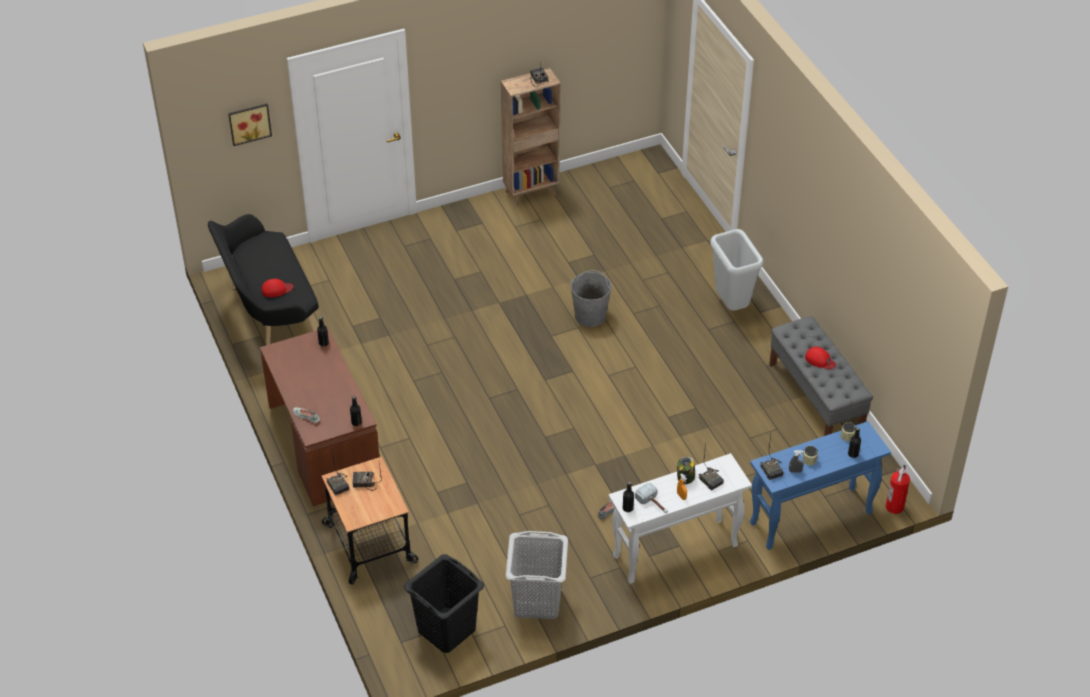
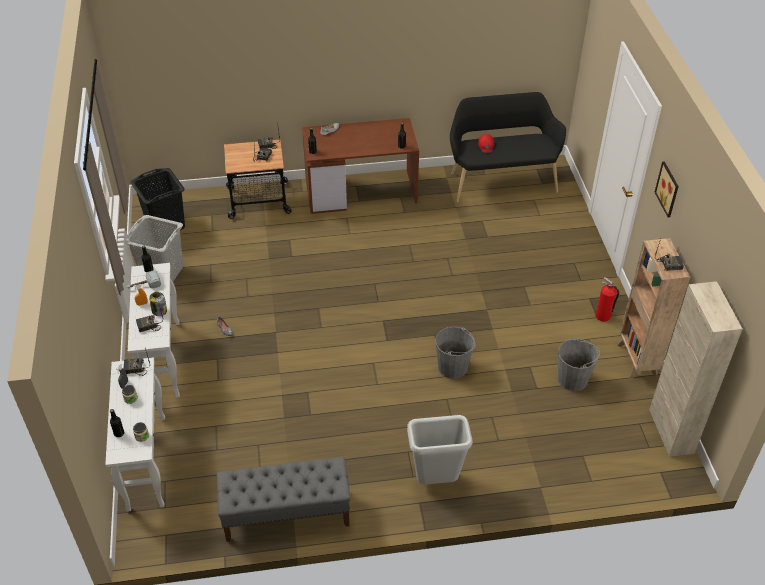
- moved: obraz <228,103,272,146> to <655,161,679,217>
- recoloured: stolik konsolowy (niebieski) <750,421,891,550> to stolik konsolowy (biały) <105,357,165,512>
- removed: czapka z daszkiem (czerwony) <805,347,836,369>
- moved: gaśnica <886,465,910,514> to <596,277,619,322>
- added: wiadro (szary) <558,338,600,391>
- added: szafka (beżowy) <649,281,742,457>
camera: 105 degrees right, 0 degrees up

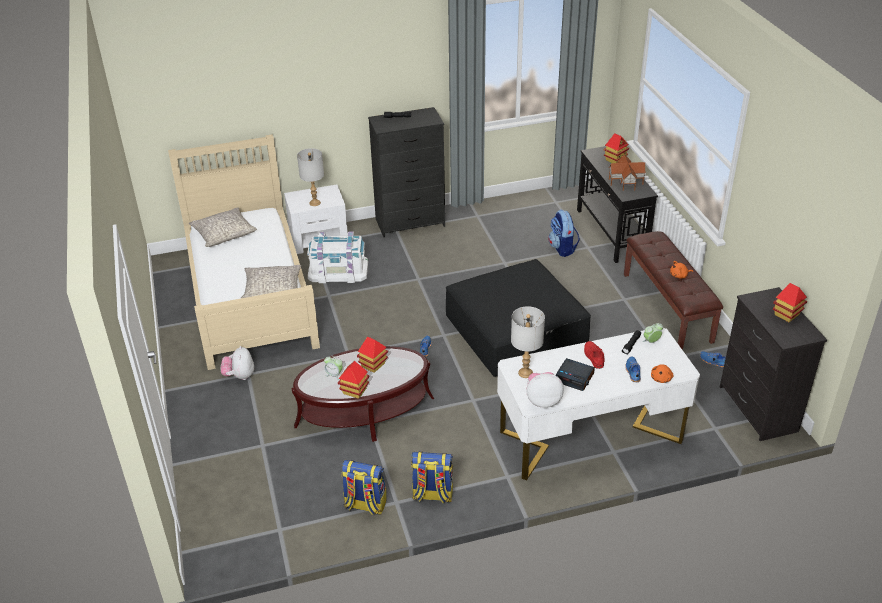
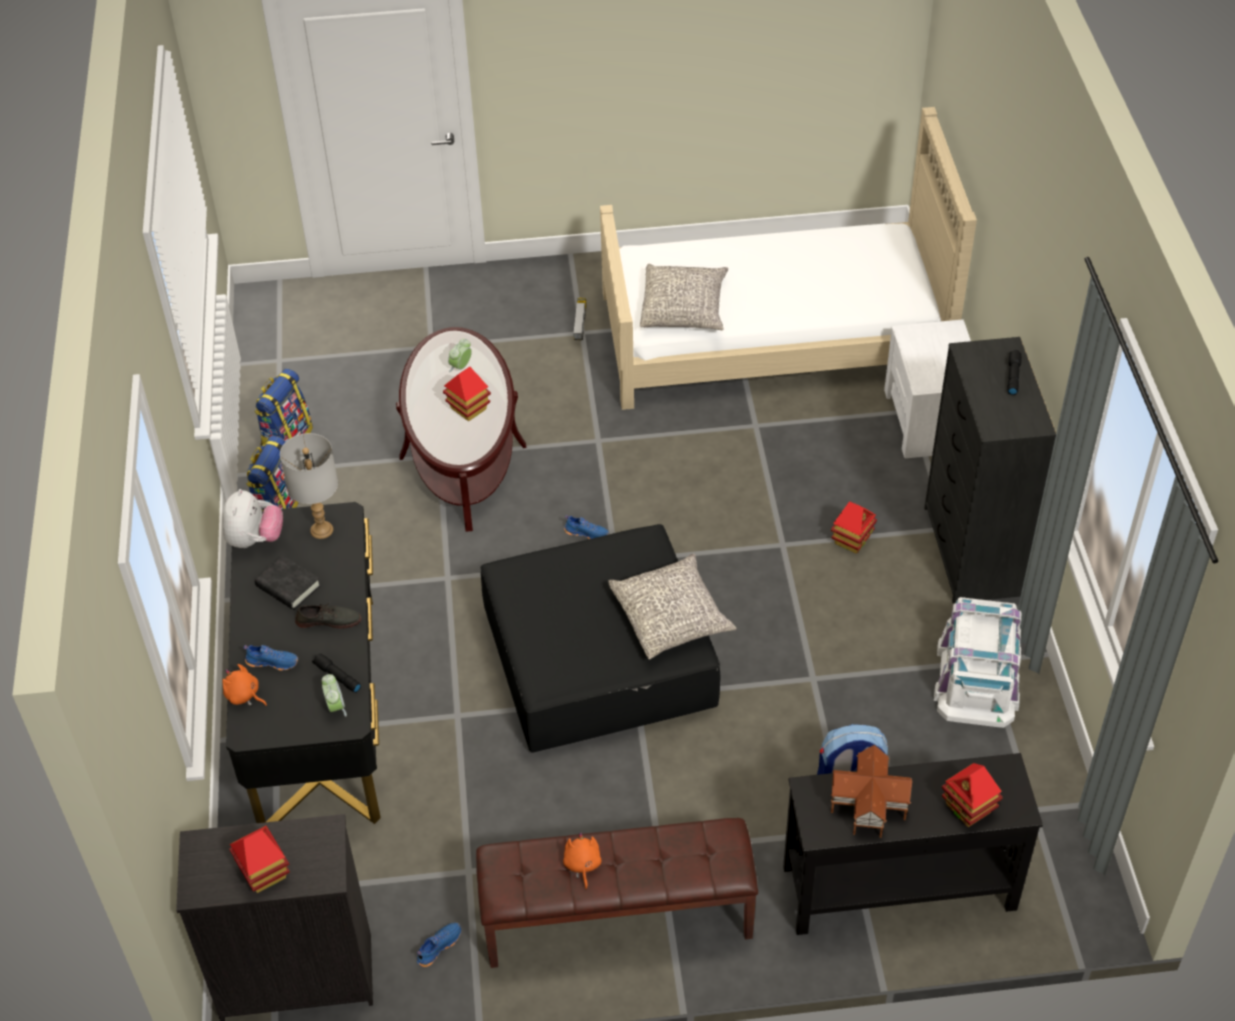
- moved: poduszka (szary) <189,207,257,247> to <608,554,737,660>
- replaced: pluszak <221,346,254,380> to ciężarówka zabawkowa <573,298,586,340>
- removed: lampa stołowa (szary) <297,148,324,206>
- moved: pojemnik do przechowywania (biały) <307,231,368,283> to <934,597,1021,728>
- moved: domek <338,361,370,399> to <831,501,877,554>
- recoloured: biurko (biały) <497,328,700,481> to biurko (czarny) <226,502,381,824>
- replaced: budzik <556,358,595,391> to książka (czarny) <255,555,321,610>
- recoloured: but (czerwony) <584,341,605,369> to but (szary) <295,602,361,629>
camera: 100 degrees right, 10 degrees up

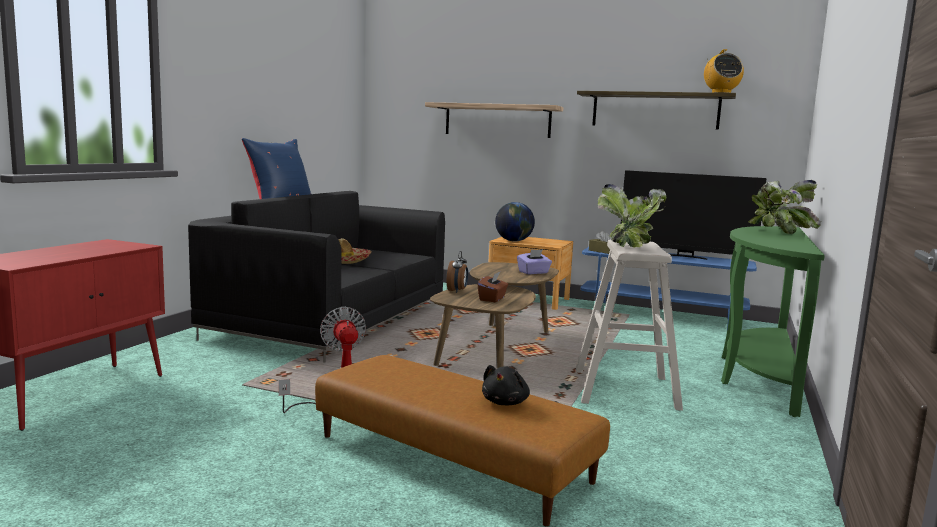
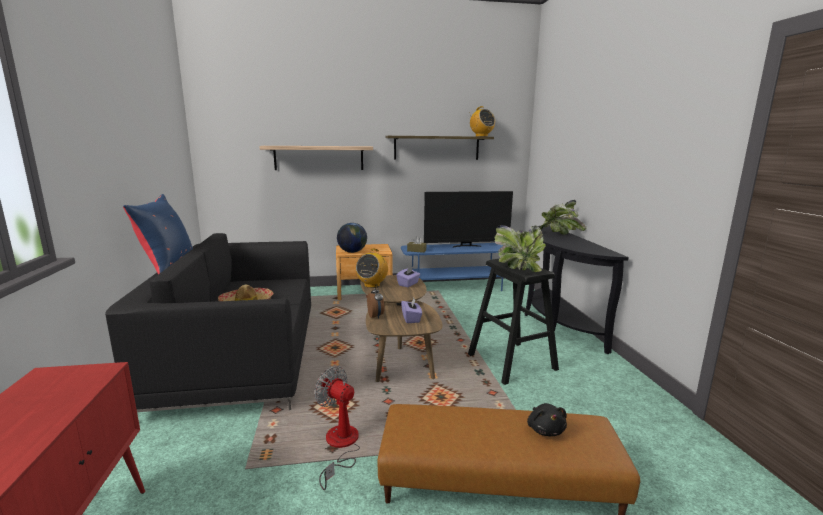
- recoloured: pudełko chusteczek (brązowy) <478,272,508,302> to pudełko chusteczek (fioletowy) <401,298,422,323>
- recoloured: stołek (beżowy) <575,240,683,411> to stołek (czarny) <468,259,559,385>
- recoloured: stolik konsolowy (zielony) <721,226,825,417> to stolik konsolowy (czarny) <525,225,628,354>
- added: radio <356,249,388,288>
camera: 30 degrees left, 5 degrees up

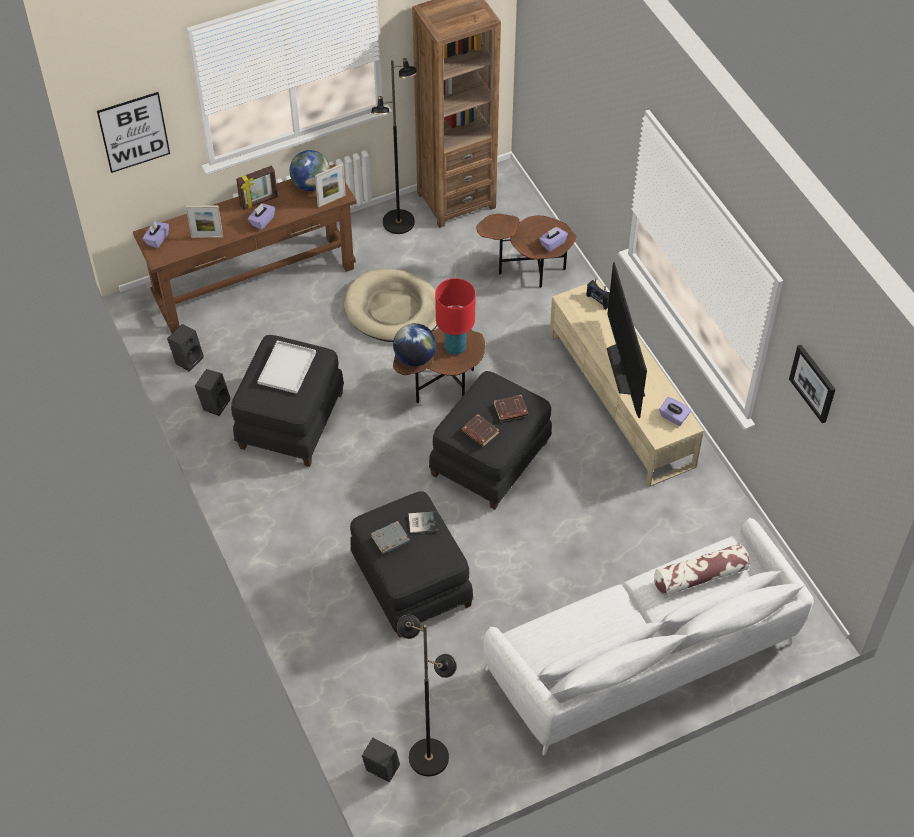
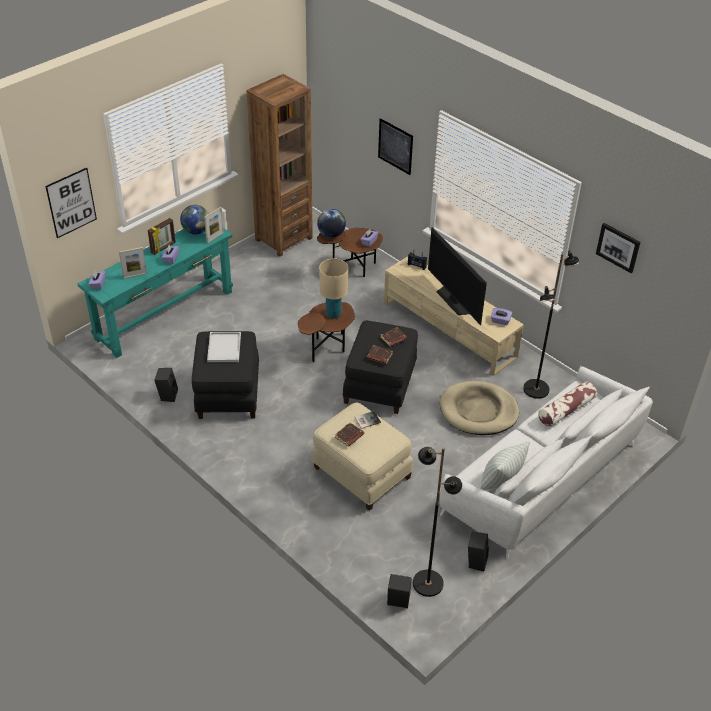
- recoloured: stolik konsolowy (brązowy) <133,164,357,333> to stolik konsolowy (turkusowy) <78,228,233,358>
- moved: głośnik (czarny) <167,324,204,372> to <468,531,489,571>
- moved: legowisko (beżowy) <344,269,437,342> to <440,381,519,435>
- recoloured: pufa (czarny) <350,492,473,637> to pufa (beżowy) <311,402,413,511>
- moved: lampa stojąca (czarny) <371,58,417,234> to <523,250,580,399>
- recoloured: książka (szary) <371,521,410,554> to książka (brązowy) <335,423,364,447>
- moved: globus <393,323,436,366> to <317,209,346,238>
- recoloured: lampa stołowa (czerwony) <435,278,476,355> to lampa stołowa (beżowy) <319,258,348,319>
- added: obraz <378,118,413,175>
- added: poduszka <480,441,530,490>
camera: 20 degrees left, 10 degrees down

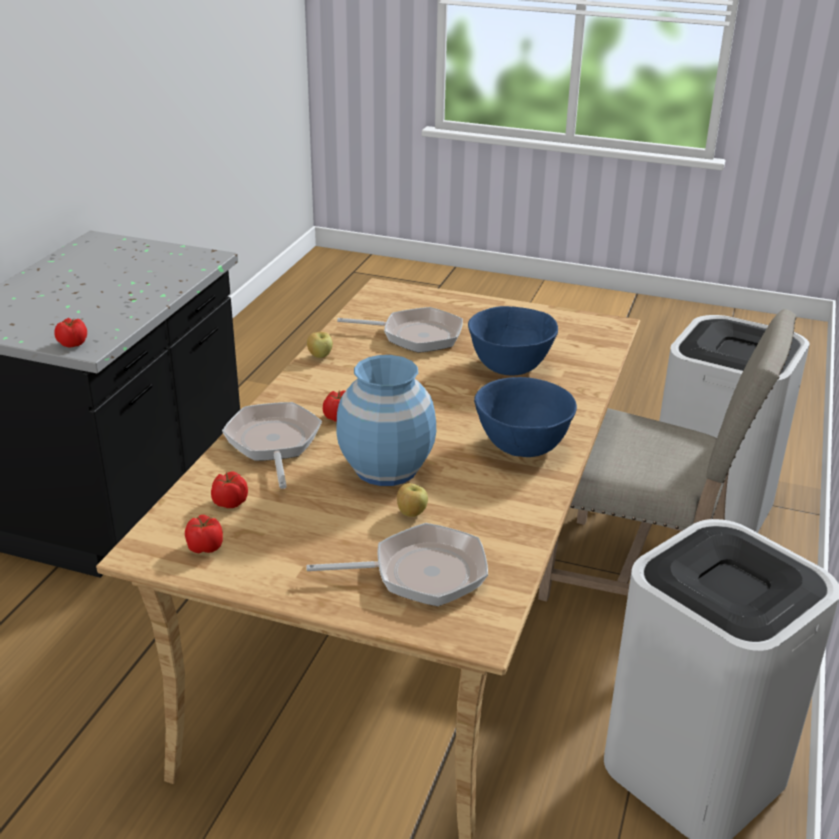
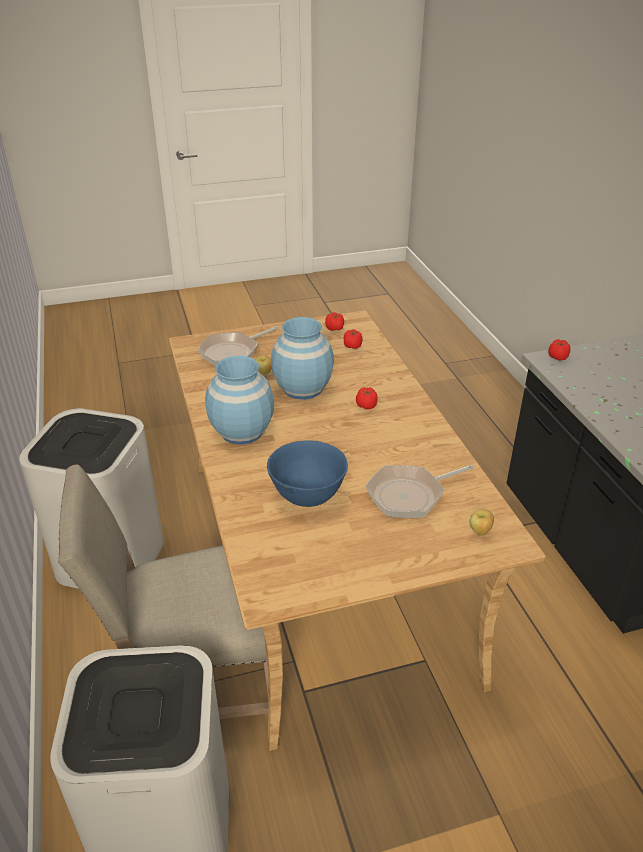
- removed: patelnia <222,402,322,489>
- moved: jabłko <307,332,333,358> to <470,509,494,536>
- replaced: miska (niebieski) <474,377,577,457> to wazon (niebieski) <205,356,274,445>
camera: 145 degrees right, 5 degrees up

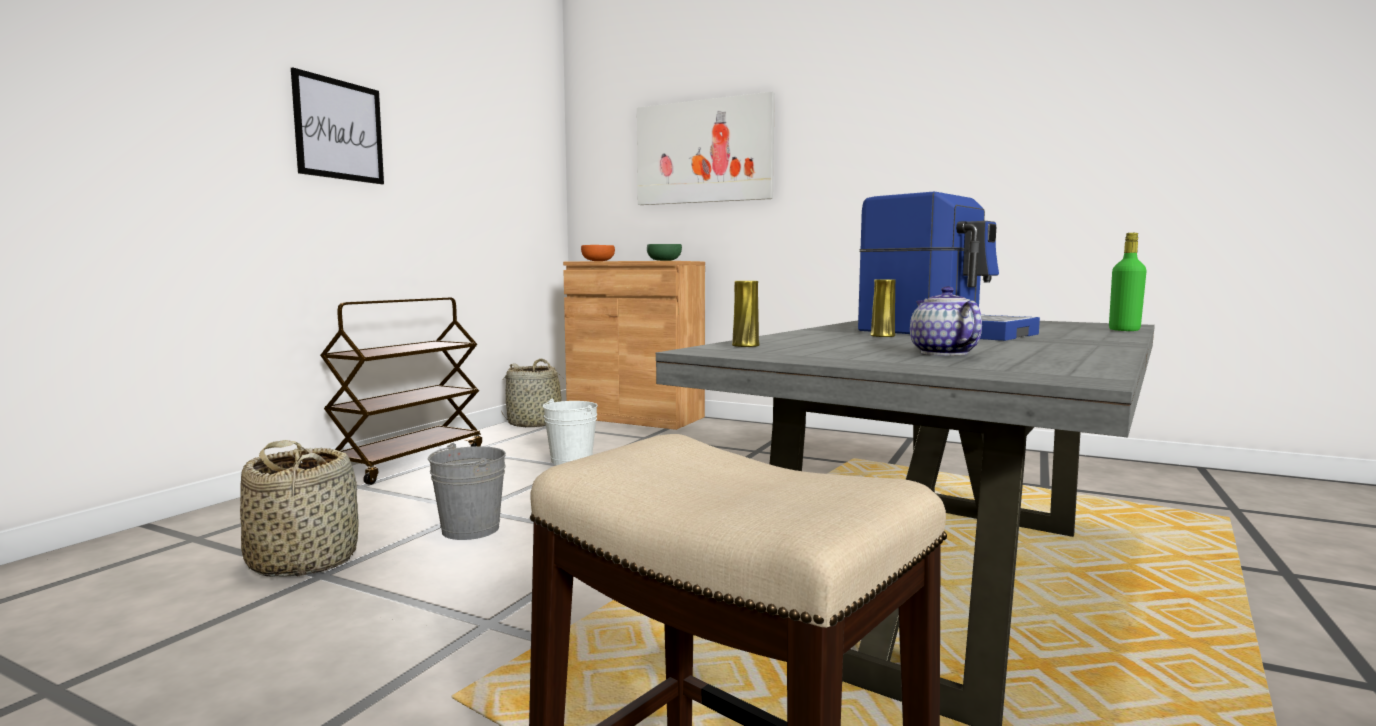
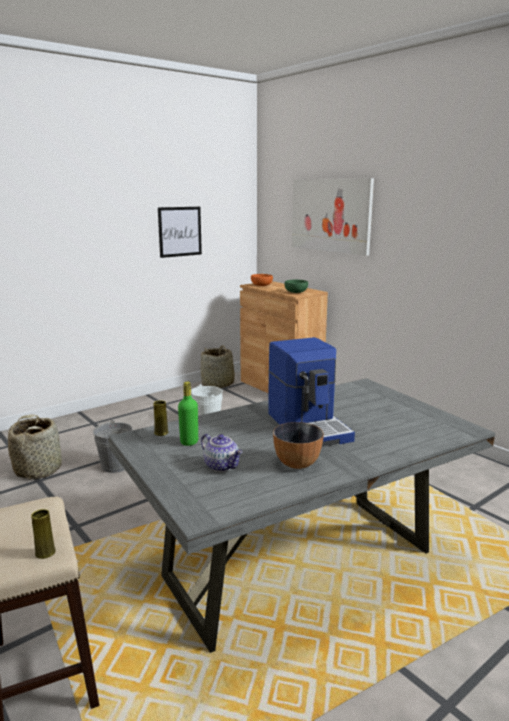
- moved: obraz <291,67,384,184> to <158,207,202,258>
- removed: wózek (brązowy) <320,297,482,485>
- moved: wazon (żółty) <870,279,896,337> to <31,509,56,559>
- turned: imbryk <910,287,982,356> = <201,434,242,472> 120 degrees clockwise
- moved: butelka (zielony) <1109,233,1147,331> to <178,382,198,446>
- added: miska <273,422,324,469>
camera: 25 degrees right, 10 degrees up

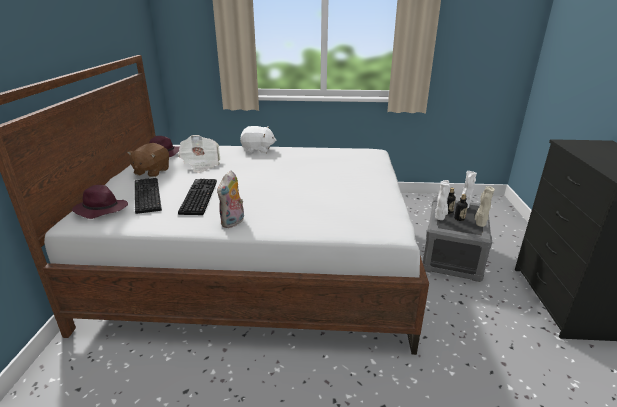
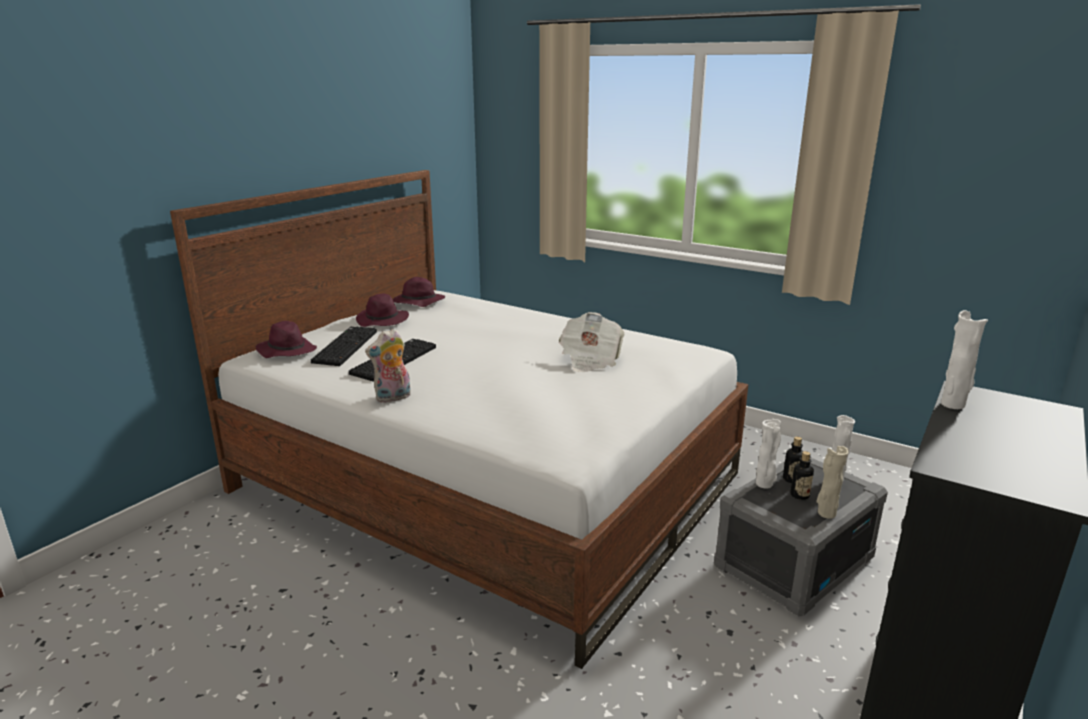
- replaced: pluszak (brązowy) <127,143,169,177> to kapelusz (fioletowy) <356,294,409,327>
- moved: gazeta <178,135,220,173> to <559,312,624,372>
- removed: pluszak (biały) <240,126,277,153>
- added: wazon (biały) <941,310,988,409>
camera: 30 degrees right, 5 degrees down

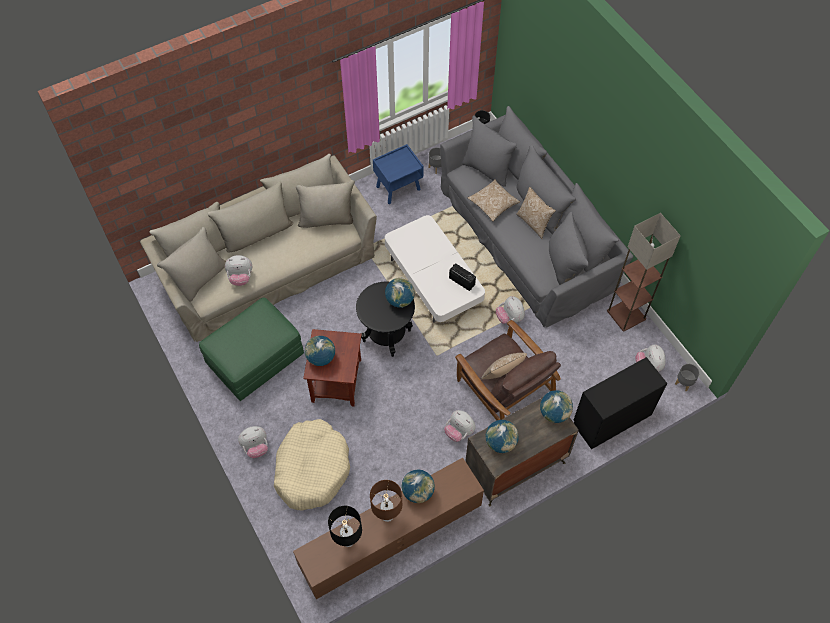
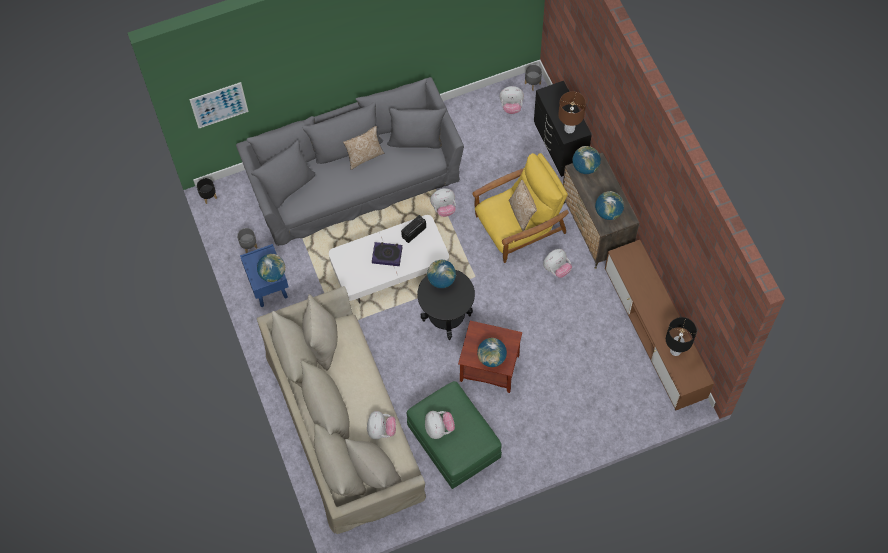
- moved: pluszak <238,426,268,458> to <425,411,455,439>
- removed: legowisko (beżowy) <274,419,350,511>
- moved: lampa stołowa (brązowy) <370,480,402,522> to <558,91,586,133>
- moved: globus <402,470,435,503> to <257,254,285,282>
- recoloured: fotel (brązowy) <455,320,561,420> to fotel (żółty) <472,153,569,263>
- removed: poduszka <468,179,520,222>
- removed: lampa stojąca <607,213,681,332>
- added: obraz <189,82,249,128>
- added: książka <372,242,403,266>
camera: 80 degrees left, 5 degrees up

